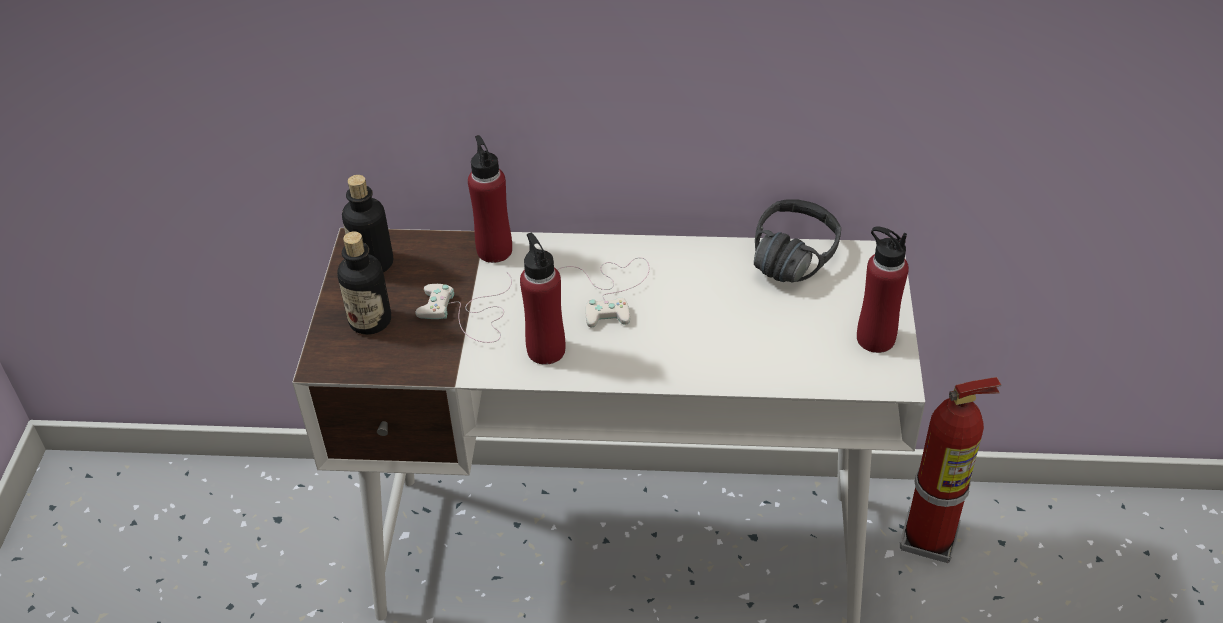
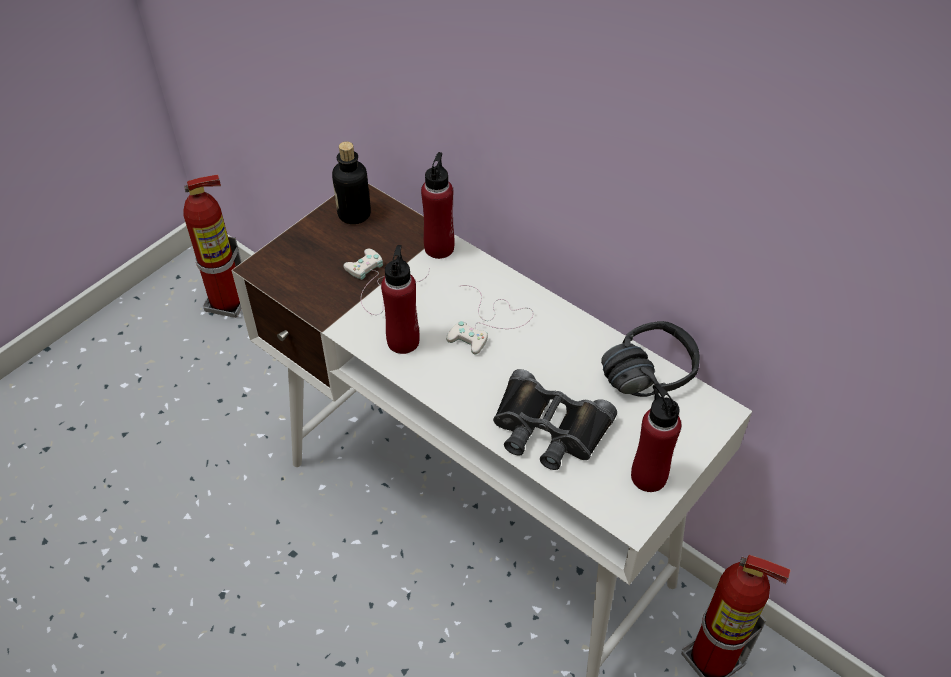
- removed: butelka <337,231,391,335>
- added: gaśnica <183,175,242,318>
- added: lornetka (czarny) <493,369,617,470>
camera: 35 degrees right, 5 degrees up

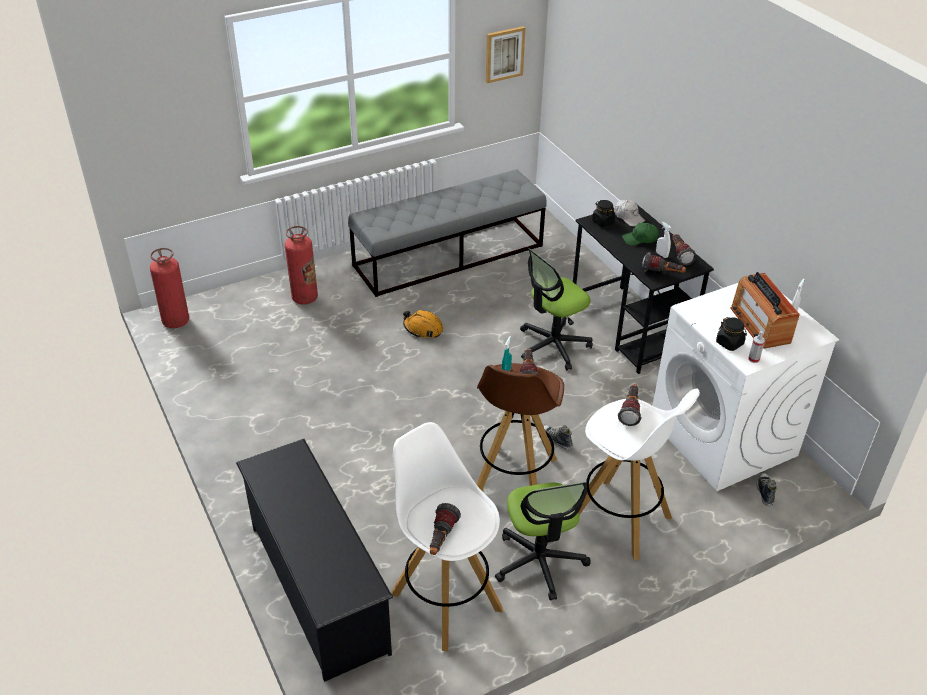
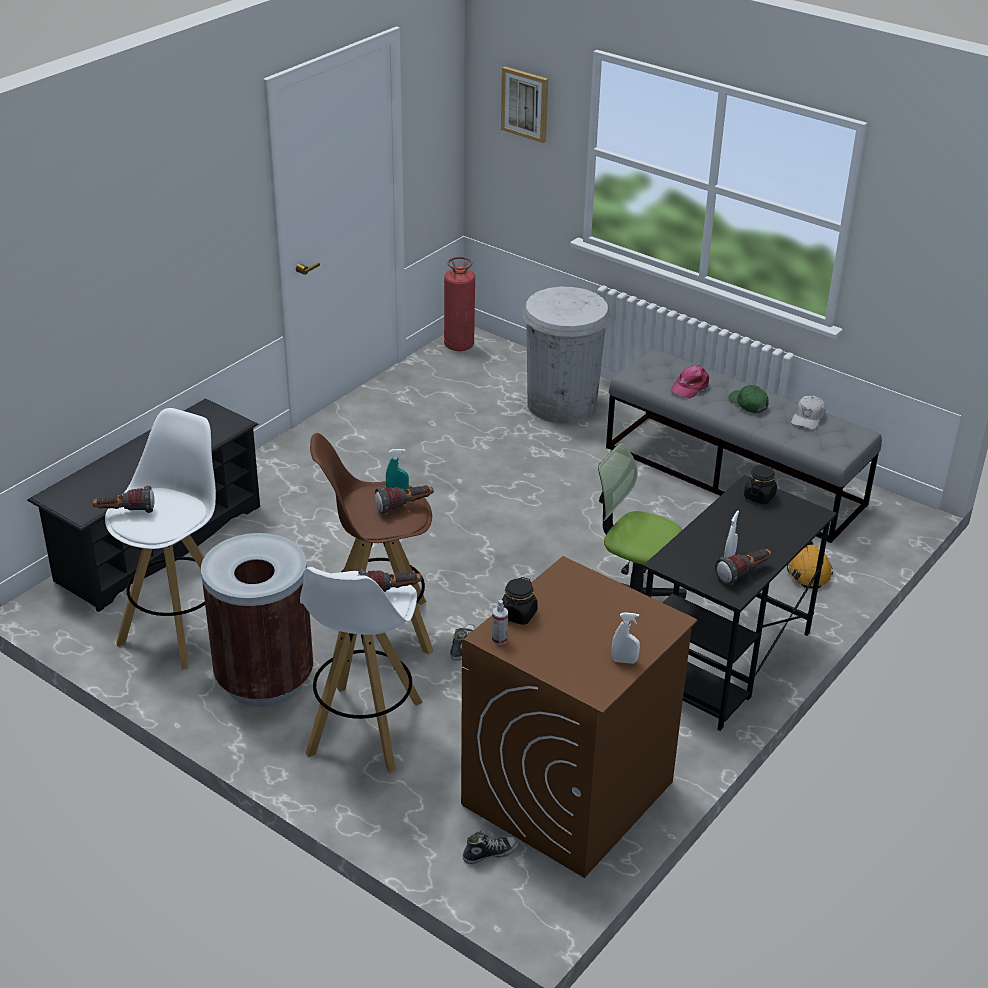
- replaced: gaśnica <285,226,318,305> to kosz na śmieci (biały) <523,287,610,423>
- moved: kask (pomarańczowy) <403,310,443,338> to <787,540,833,589>
- moved: obraz <486,26,525,83> to <501,66,548,143>
- replaced: krzesło biurowe <495,482,590,601> to kosz na śmieci (brązowy) <201,533,314,707>
- moved: czapka z daszkiem (biały) <614,200,645,227> to <791,396,826,430>
- moved: czapka z daszkiem (zielony) <622,222,659,246> to <728,385,769,413>
- removed: latarka <642,252,686,273>
- recoloured: pralka (biały) <653,283,839,491> to pralka (brązowy) <461,556,698,878>
- removed: radio <730,272,800,349>
- added: czapka z daszkiem (różowy) <671,365,709,399>
camera: 65 degrees right, 5 degrees down

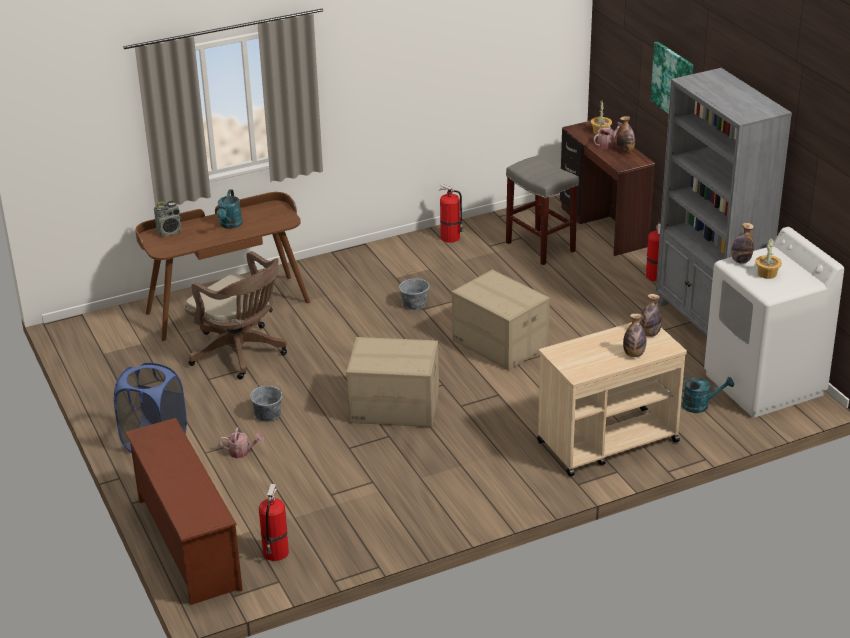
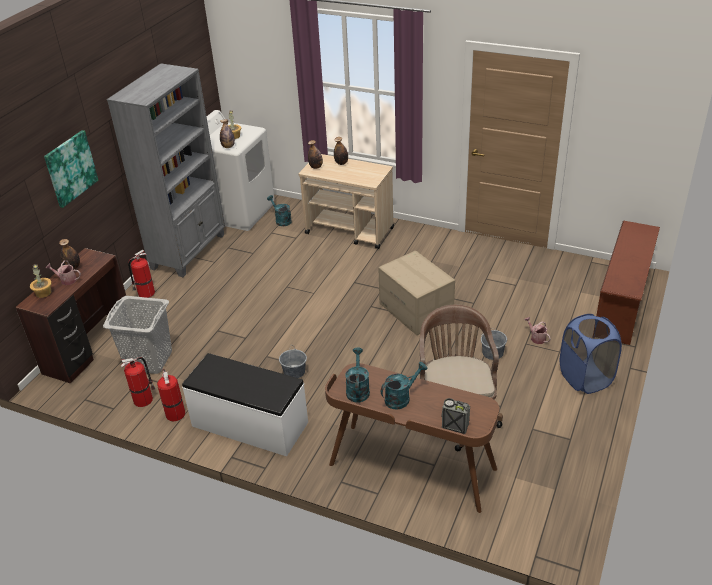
- moved: gaśnica <259,484,289,561> to <121,357,155,407>
- removed: karton <452,270,550,370>
- replaced: stołek (szary) <506,155,579,265> to kosz na pranie (szary) <103,296,172,374>
- added: ławka (biały) <182,353,308,457>
- added: konewka (turkusowy) <345,347,370,403>
camera: 130 degrees left, 5 degrees up

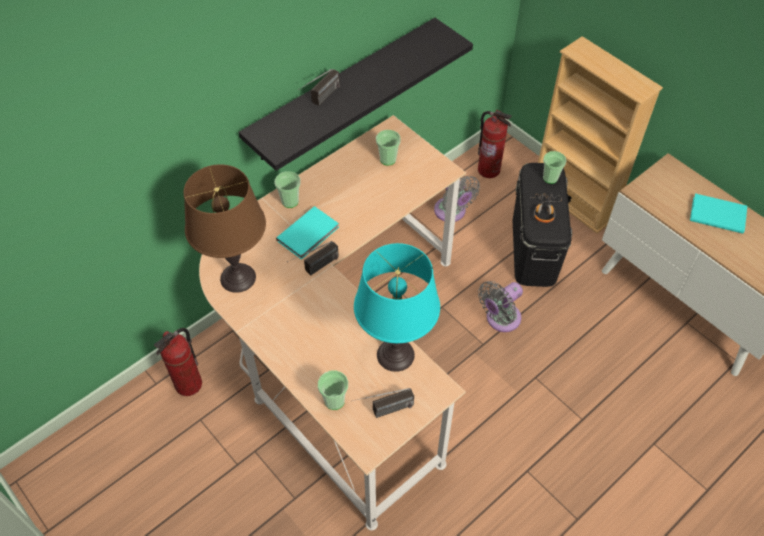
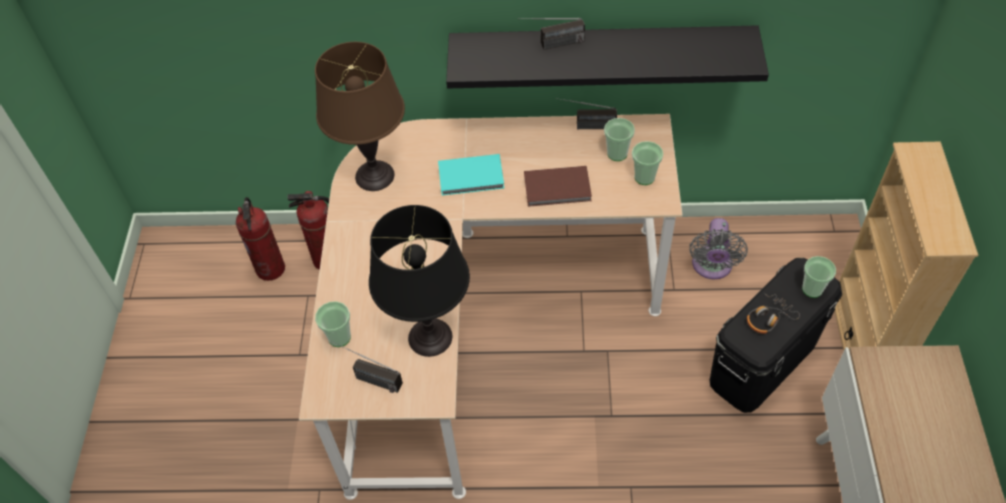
- moved: filiżanka <275,171,300,208> to <632,141,663,185>
- moved: radio <287,241,339,275> to <556,98,617,129>
- recoloured: lampa stołowa (turkusowy) <354,243,440,372> to lampa stołowa (czarny) <369,205,470,357>
- moved: gaśnica <478,110,512,178> to <236,197,285,281>
- removed: wentylator (szary) <478,281,523,332>
- removed: książka (turkusowy) <690,193,747,234>
- added: książka (brązowy) <524,166,592,207>
camera: 45 degrees right, 0 degrees up

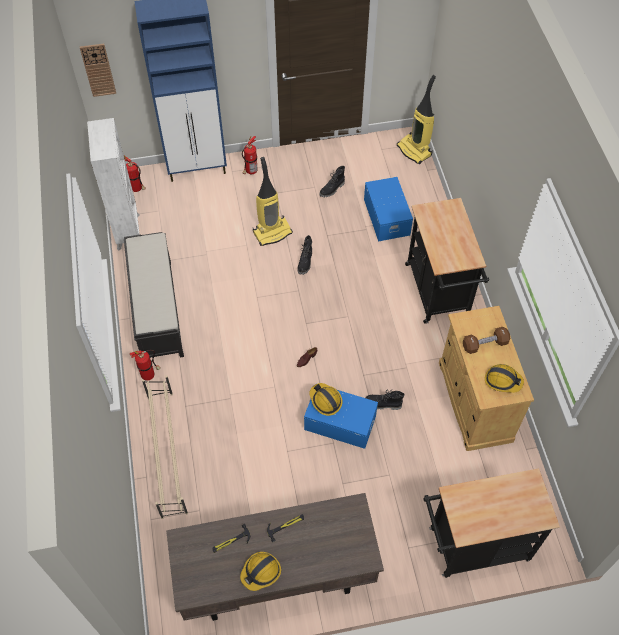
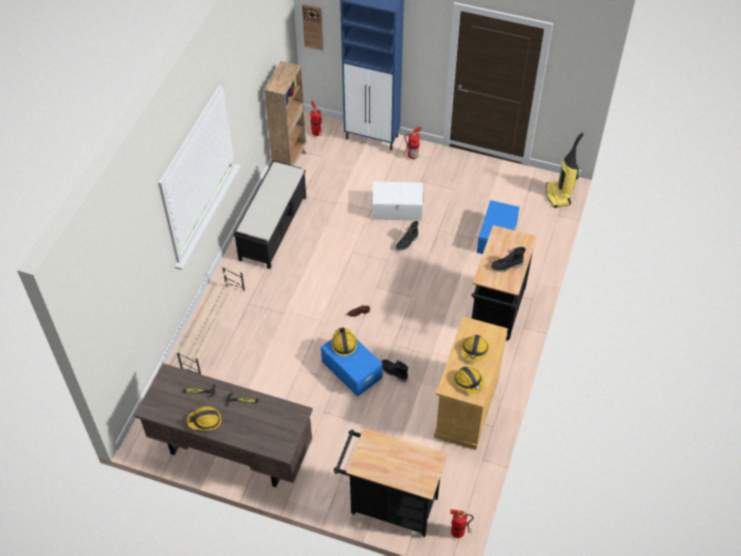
- recoloured: regał (biały) <87,118,140,250> to regał (brązowy) <264,61,306,166>
- moved: gaśnica <130,350,160,381> to <450,509,474,538>
- replaced: odkurzacz <253,157,293,246> to pojemnik do przechowywania (biały) <371,182,424,221>
- moved: but z cholewką (czarny) <319,166,345,197> to <490,247,526,272>
- replaced: hantel (brązowy) <463,327,510,354> to kask <462,335,489,362>
camera: 30 degrees right, 5 degrees down

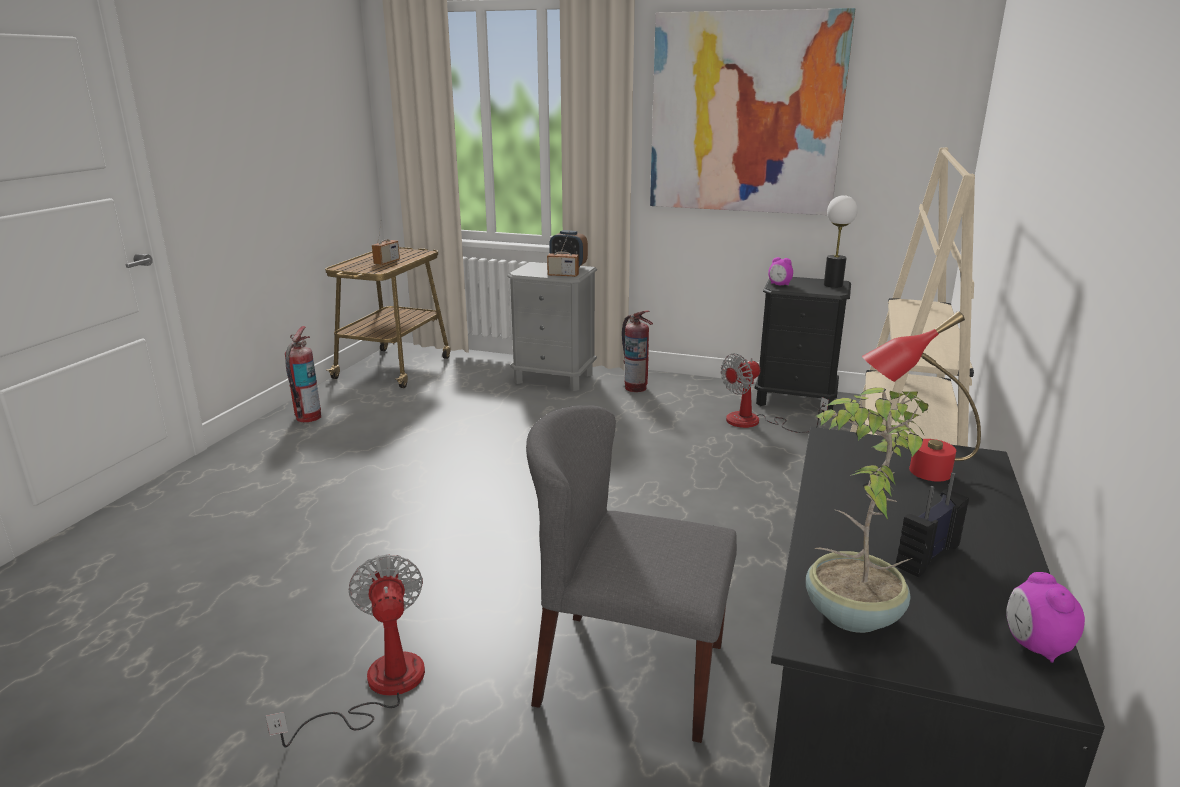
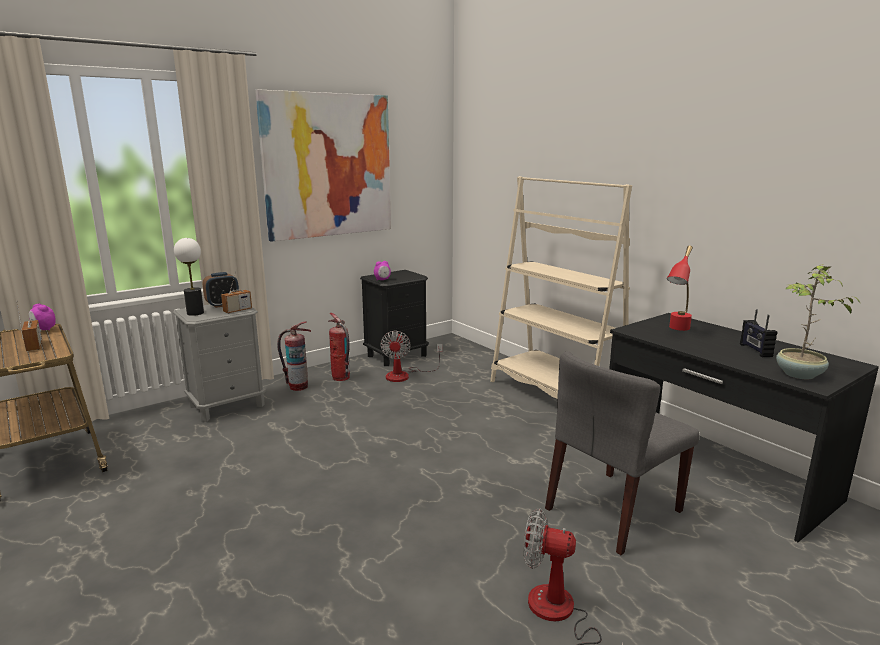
- moved: gaśnica <285,326,321,422> to <328,313,350,381>
- moved: lampa stołowa <824,195,858,288> to <174,238,204,316>
- moved: budzik <1006,572,1085,663> to <29,304,56,331>
camera: 55 degrees left, 5 degrees down

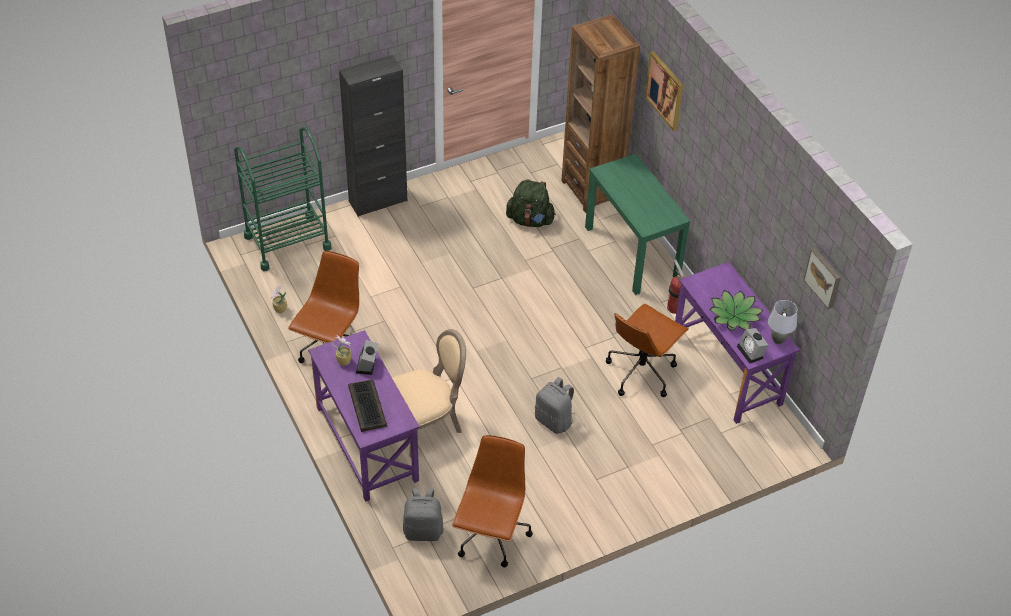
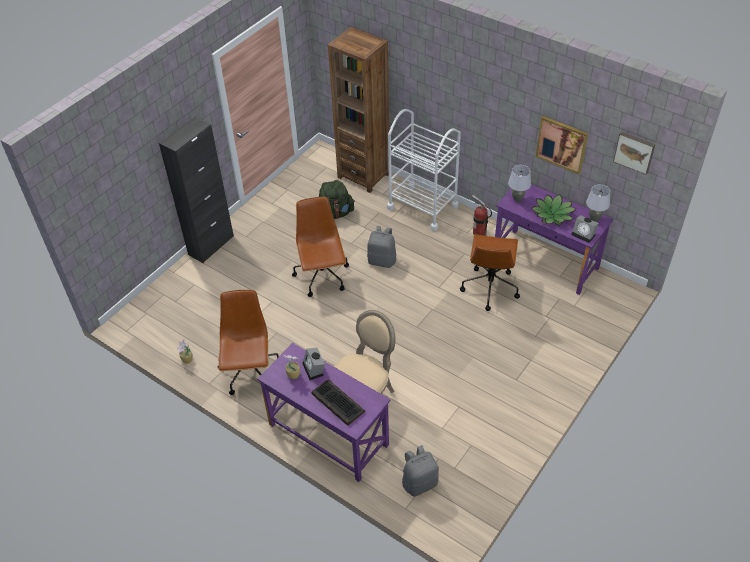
- removed: wózek (zielony) <234,127,332,271>
- moved: krzesło biurowe (brązowy) <452,435,533,567> to <292,197,349,297>
- moved: plecak (szary) <535,377,575,434> to <367,226,396,268>
- replaced: stolik konsolowy (zielony) <585,154,690,295> to wózek (biały) <387,109,461,231>
- moved: obraz <645,51,683,131> to <536,116,588,174>
- added: lampa stołowa (szary) <508,165,531,202>
camera: 25 degrees left, 0 degrees up

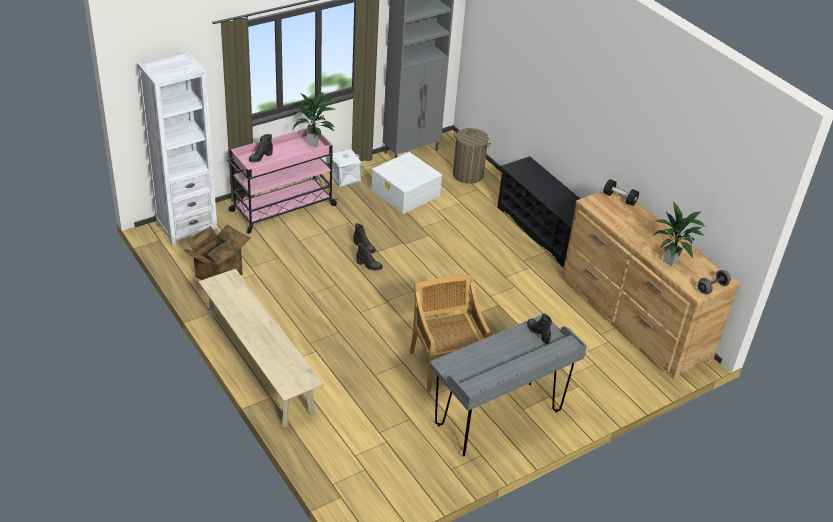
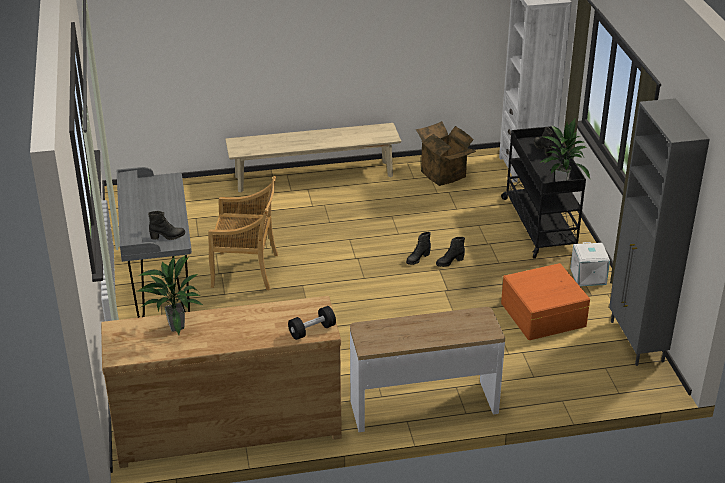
- recoloured: wózek (różowy) <227,128,338,234> to wózek (czarny) <501,126,586,259>
- recoloured: pojemnik do przechowywania (biały) <371,152,442,214> to pojemnik do przechowywania (pomarańczowy) <501,263,590,340>
- removed: kosz na pranie <453,128,491,184>
- replaced: regał na buty (czarny) <497,156,580,267> to stolik konsolowy <350,307,505,432>
- removed: hantel (szary) <697,270,731,294>
camera: 115 degrees right, 5 degrees down

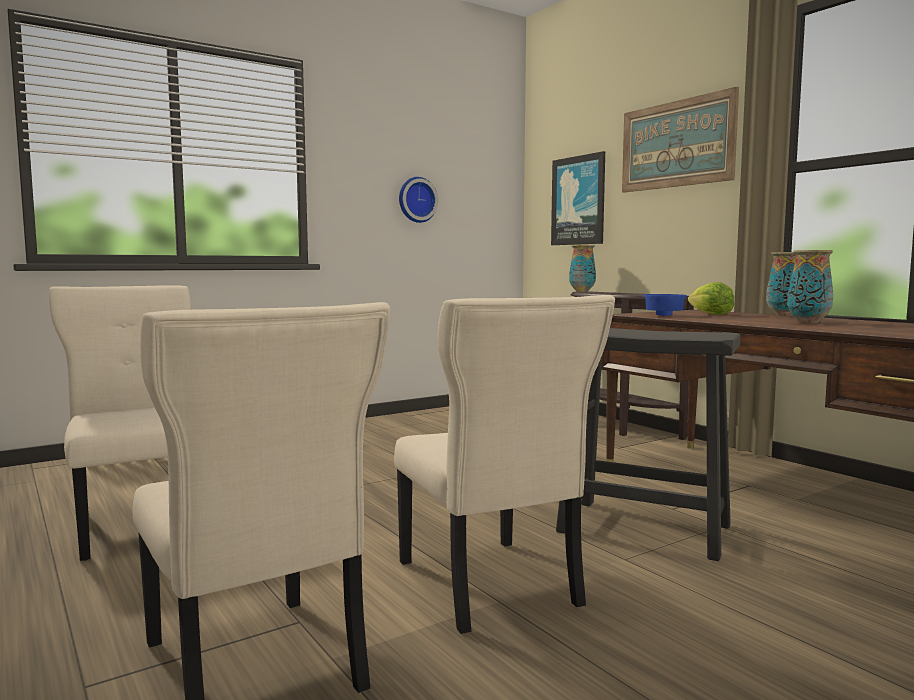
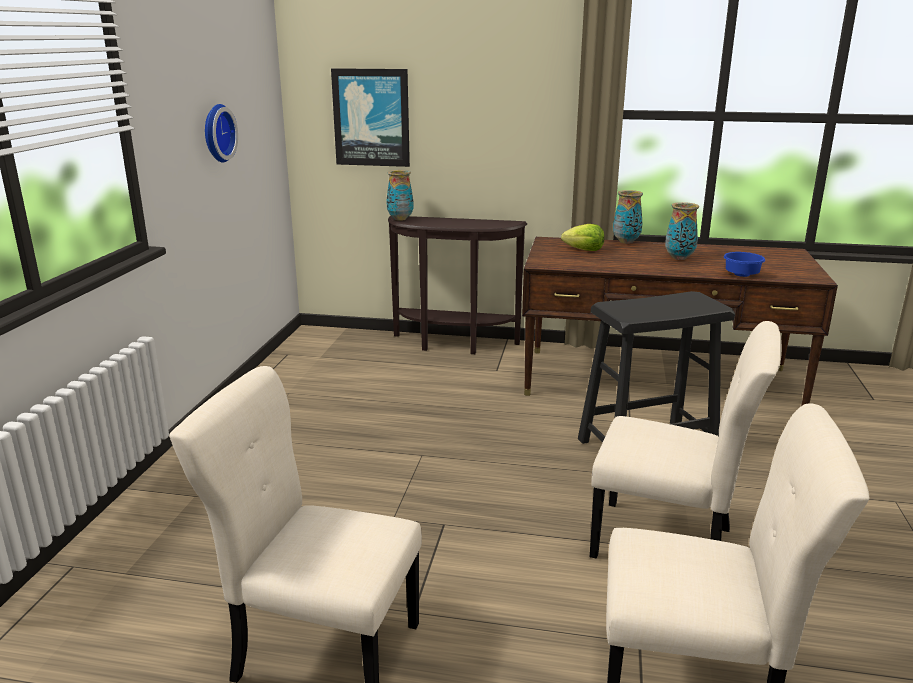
- removed: obraz <622,87,739,193>
- moved: miska (niebieski) <643,294,687,316> to <724,252,765,277>
camera: 45 degrees left, 15 degrees up

